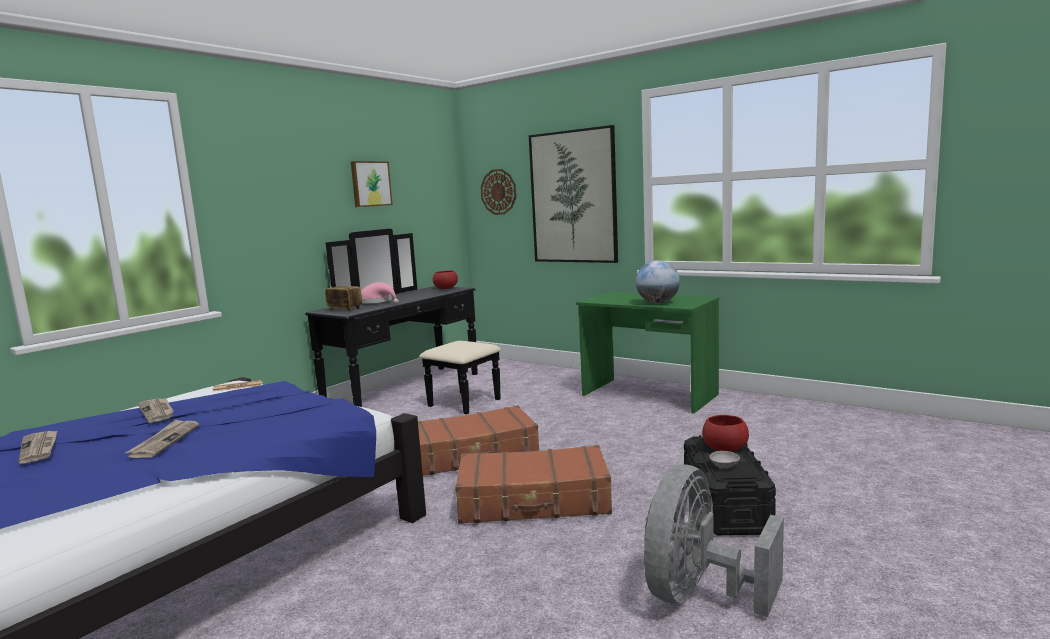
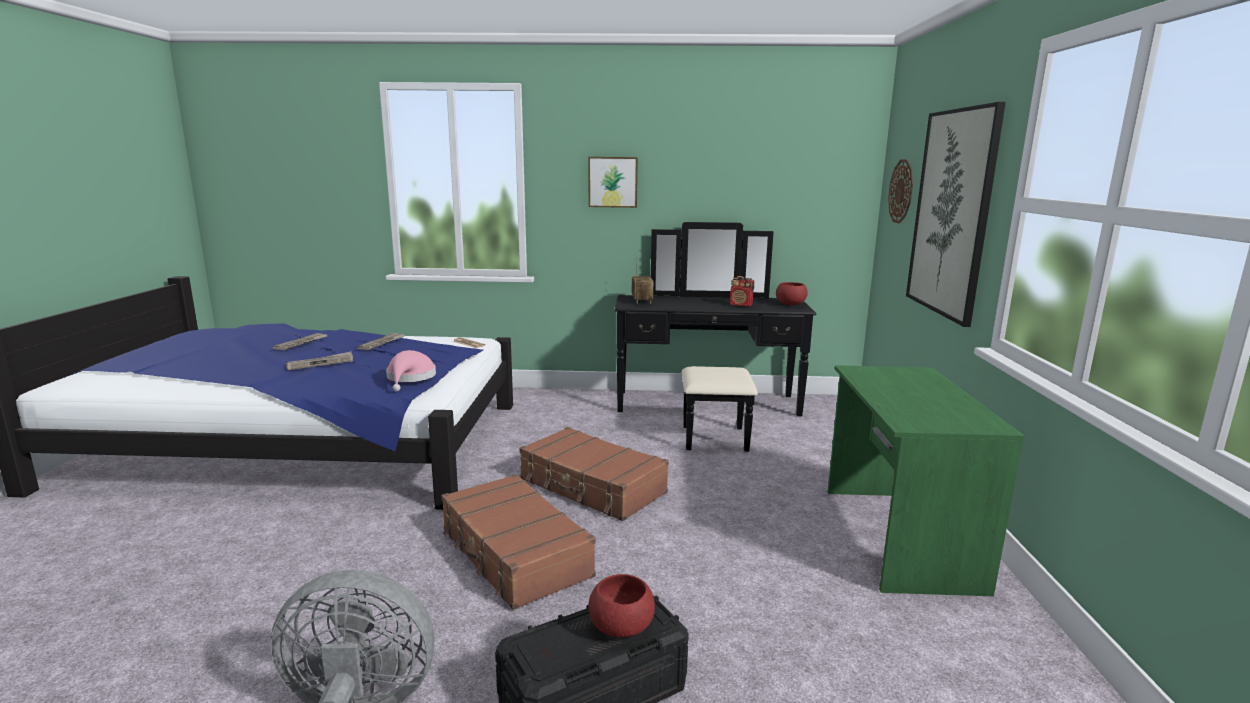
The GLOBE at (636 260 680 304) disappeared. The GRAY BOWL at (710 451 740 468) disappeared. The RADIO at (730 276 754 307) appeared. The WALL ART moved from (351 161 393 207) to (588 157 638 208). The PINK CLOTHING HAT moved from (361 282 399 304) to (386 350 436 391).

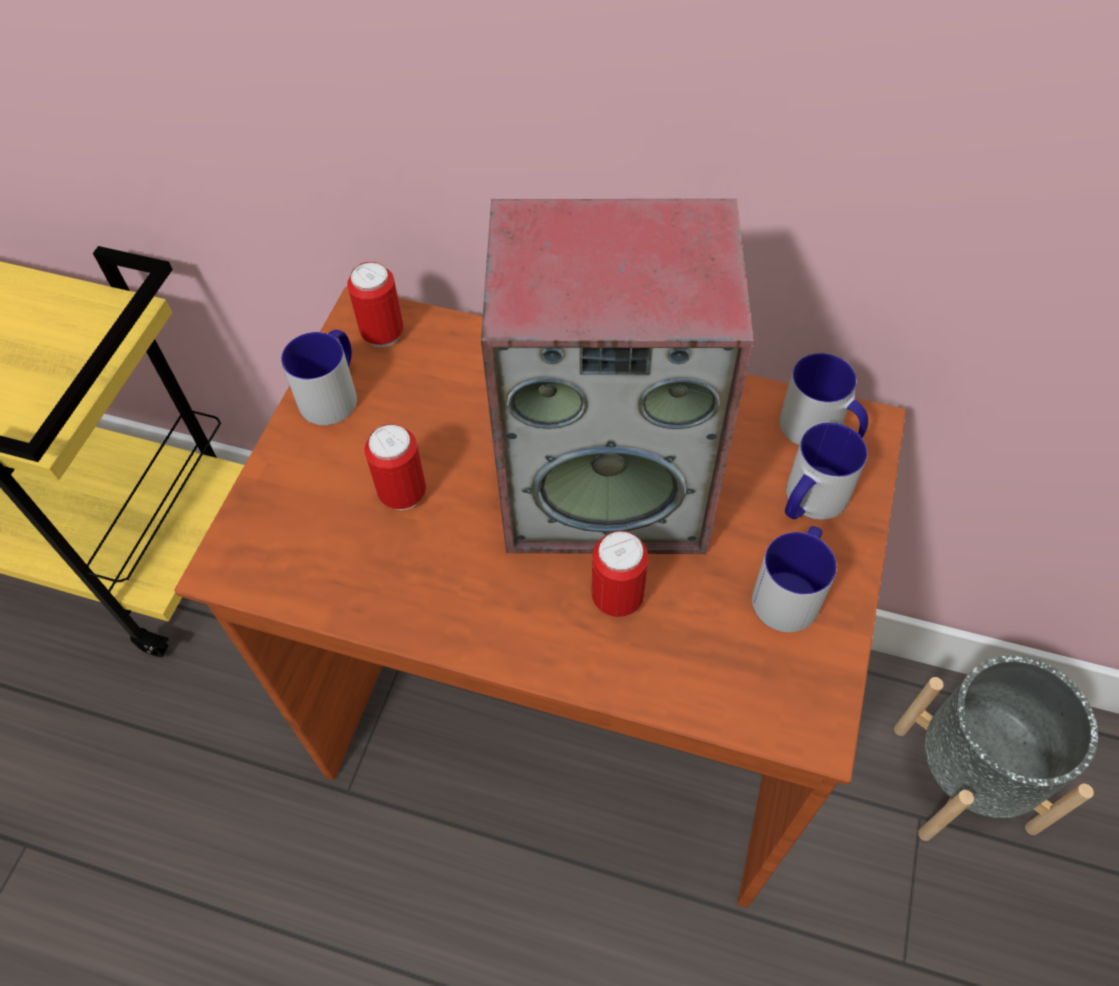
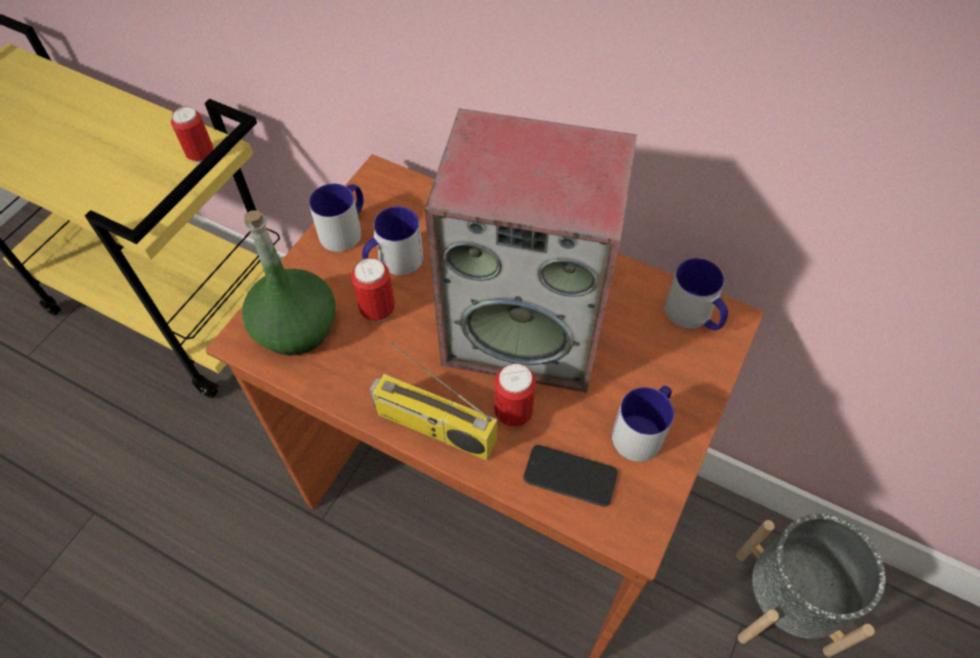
The GREENISH BEVERAGE BOTTLE at (242 210 336 356) appeared. The RADIO at (369 343 497 460) appeared. The HANDSET at (523 445 618 507) appeared. The CAN moved from (347 262 404 347) to (171 106 214 163). The TEA MUG moved from (785 422 868 520) to (362 206 423 275).

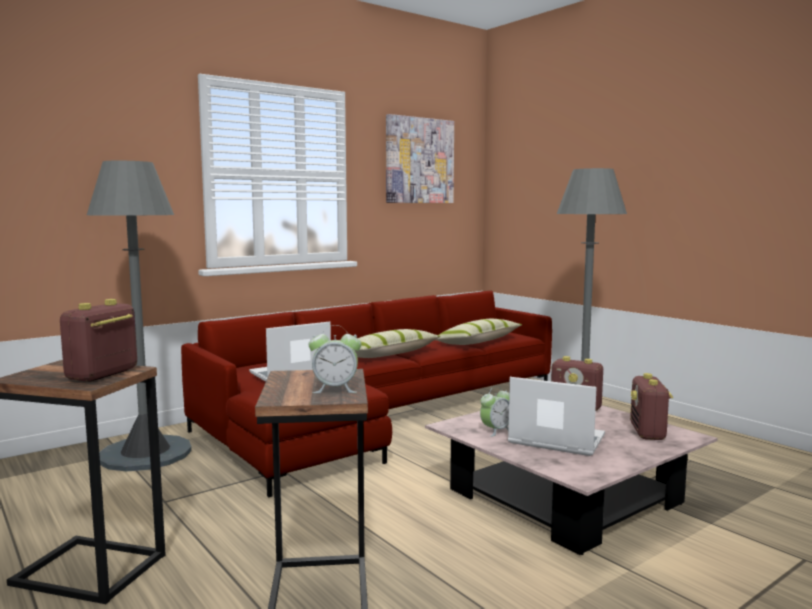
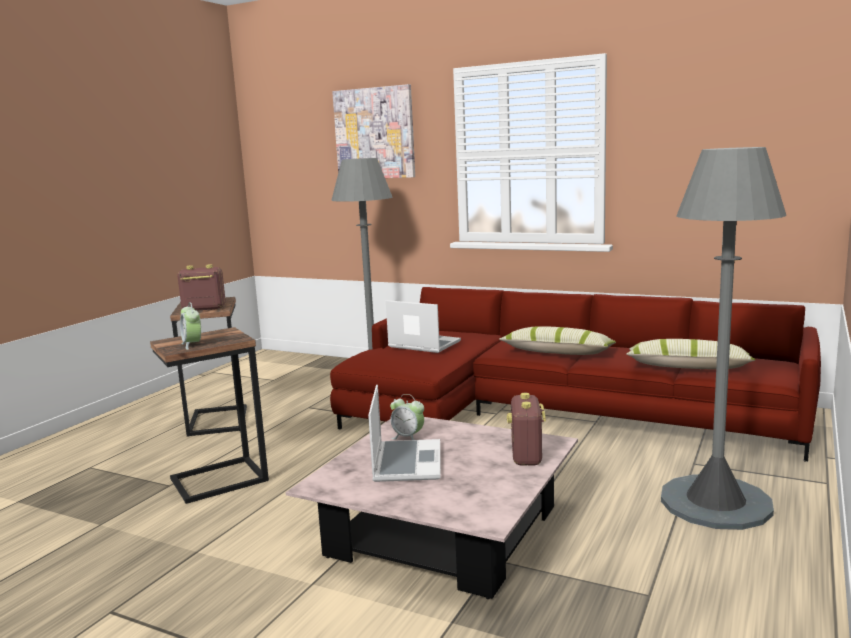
The RADIO at (630 373 673 440) disappeared. The WALL ART moved from (386 114 454 203) to (332 84 415 178).

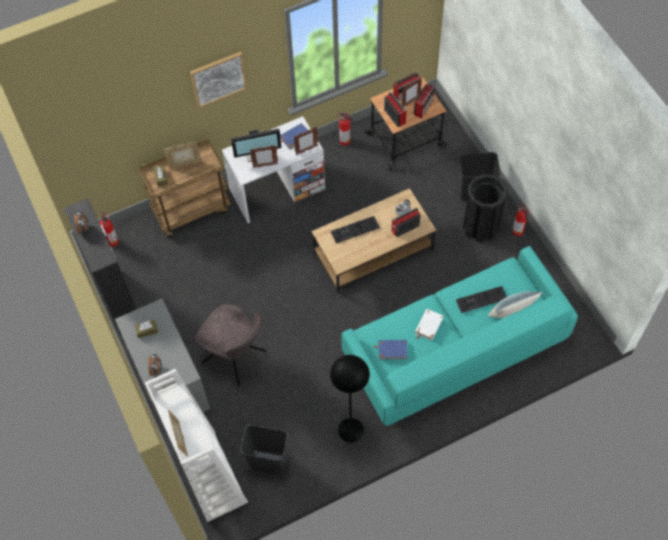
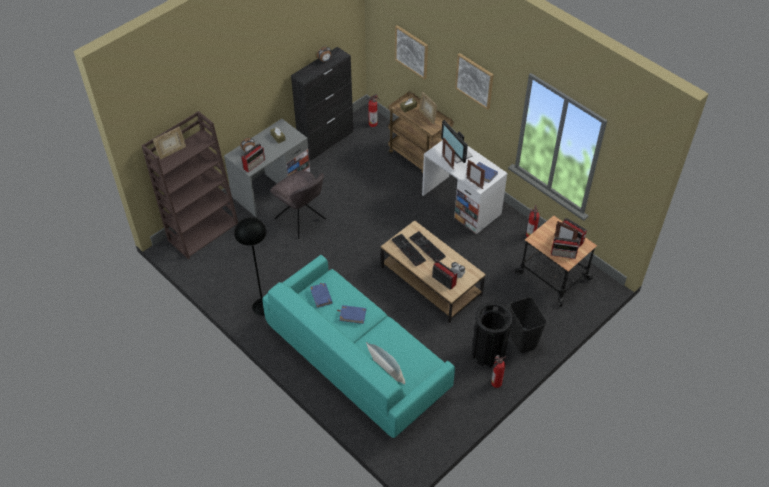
The BLACKISH RUBBISH BIN at (240 424 289 475) disappeared. The WALL ART at (395 25 428 80) appeared. The RADIO moved from (384 92 407 127) to (241 143 265 173). The KEYBOARD moved from (456 286 507 313) to (392 234 426 266). The WHITE SHELVING UNIT at (145 369 248 522) became the BROWN-COLOURED SHELVING UNIT at (141 111 238 259). The WHITE VOLUME at (415 309 443 341) became the BLUE VOLUME at (337 305 366 324). The GRAY UPRIGHT CHAIR at (193 304 266 386) turned 60 degrees counterclockwise.

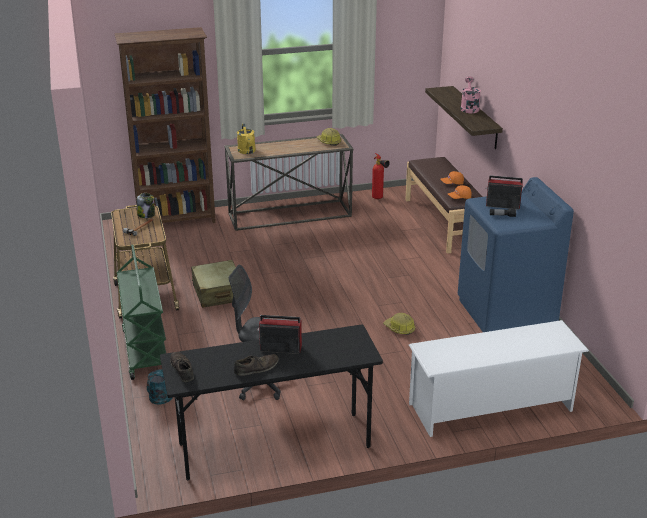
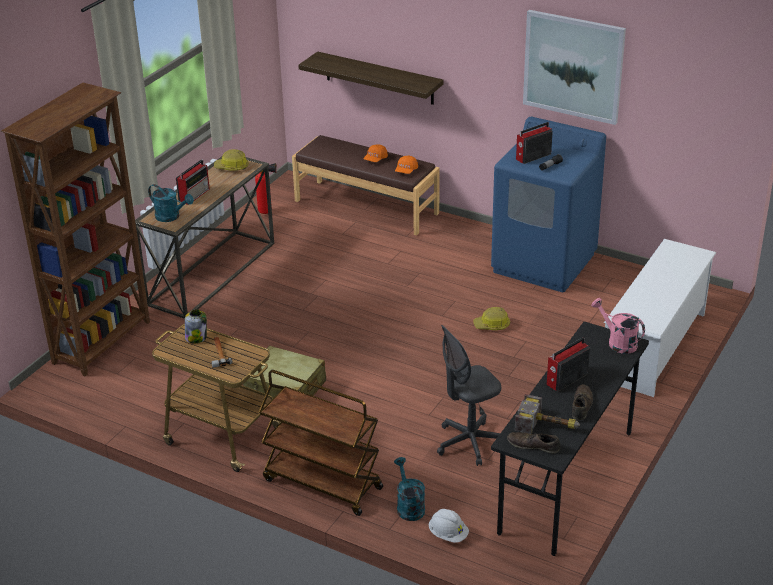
The RADIO at (176 160 210 205) appeared. The WHITE WORK HELMET at (429 509 469 543) appeared. The TOOL HAMMER at (515 394 580 434) appeared. The WALL ART at (523 10 626 125) appeared. The PINK SPRINKLING CAN moved from (461 77 481 113) to (592 298 645 354). The GREENISH TROLLEY at (117 245 166 380) became the BROWN-COLOURED TROLLEY at (259 370 383 516). The YELLOW SPRINKLING CAN at (237 124 256 154) became the BLUE-GREEN SPRINKLING CAN at (148 184 194 222).

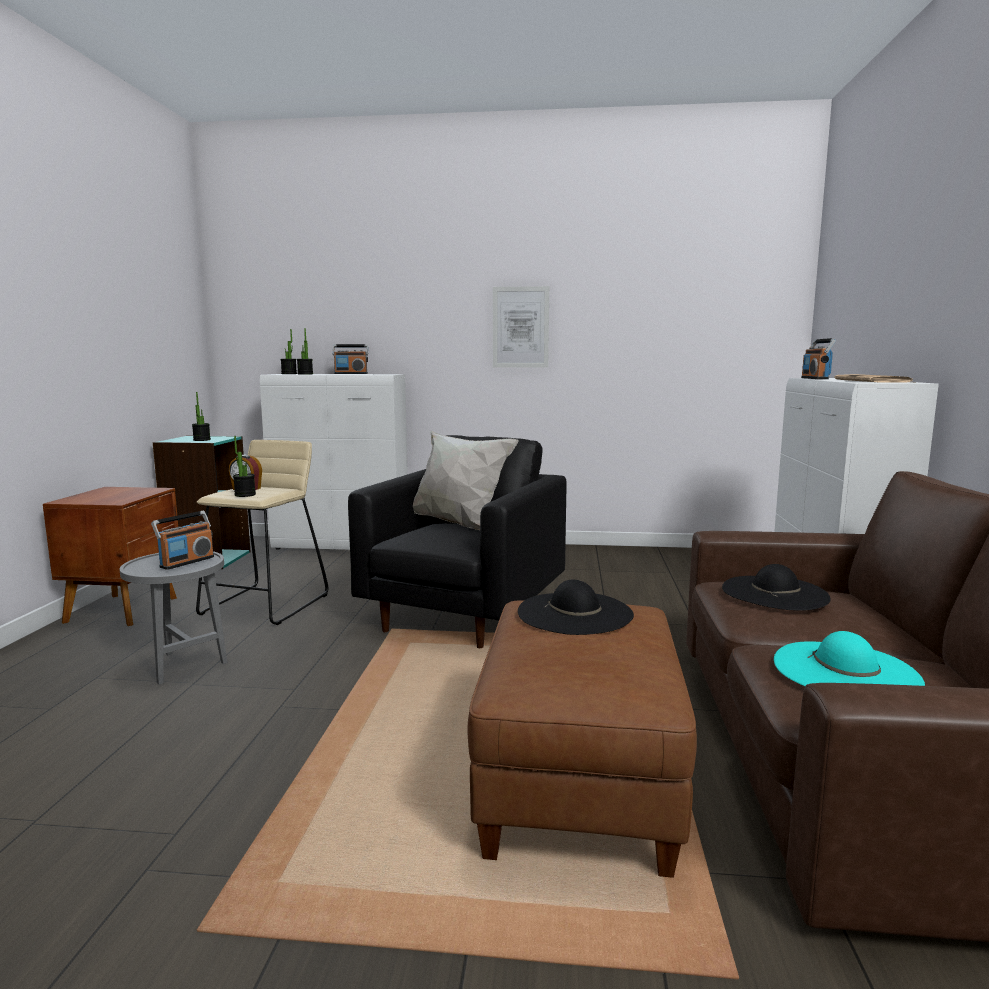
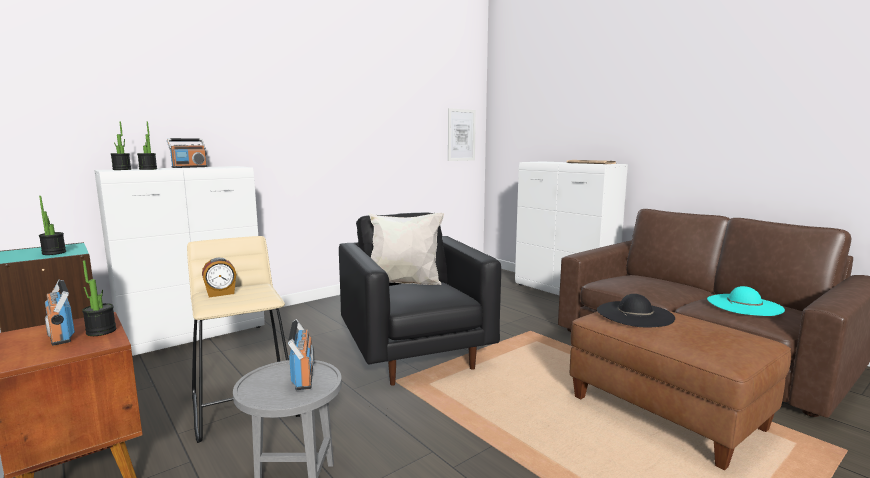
The BLACKISH CLOTHING HAT at (722 564 831 611) disappeared. The PLANT IN A POT moved from (233 436 256 497) to (82 260 116 336). The WALL ART moved from (493 286 549 367) to (448 108 476 161). The RADIO moved from (801 338 836 379) to (45 280 75 346).

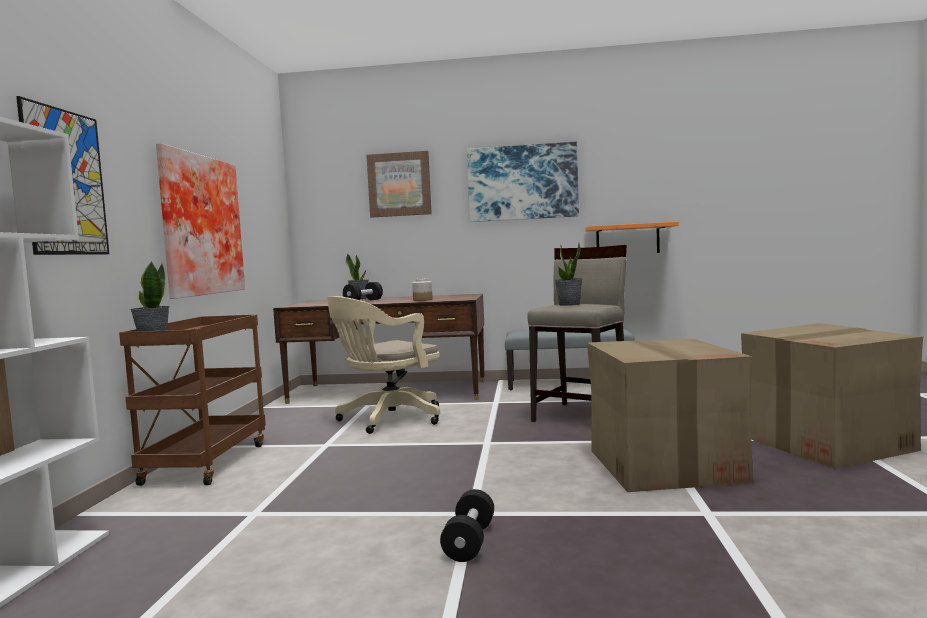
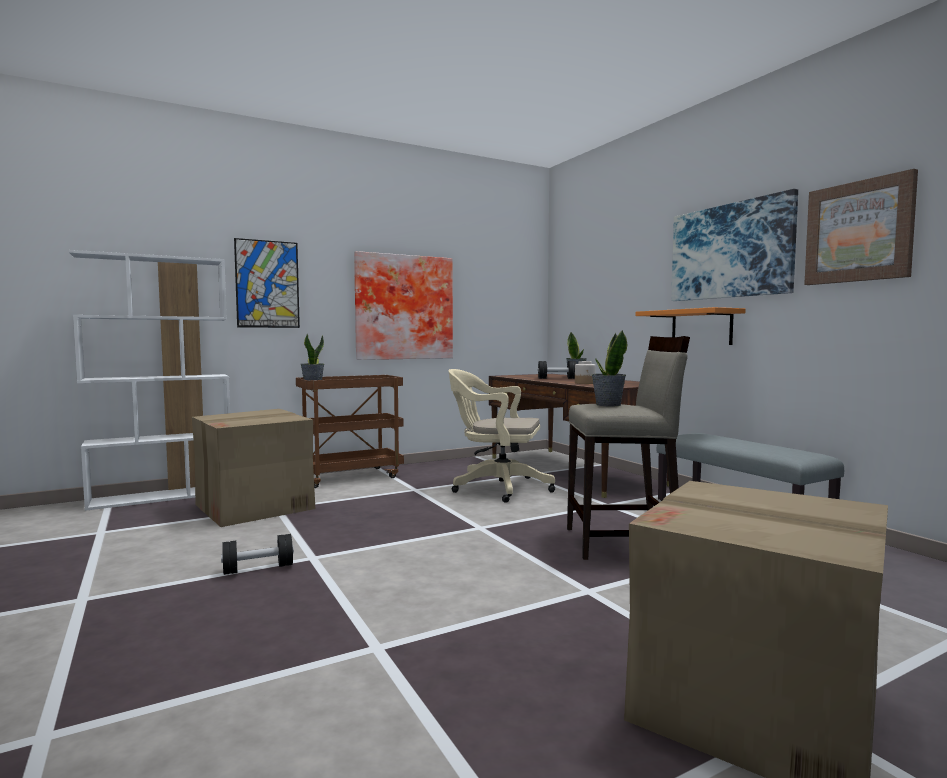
The WALL ART moved from (366 151 432 218) to (804 169 918 285). The ORANGE SHELF moved from (585 222 679 253) to (636 307 746 345). The CARDBOARD BOX moved from (587 339 753 492) to (192 409 315 527).

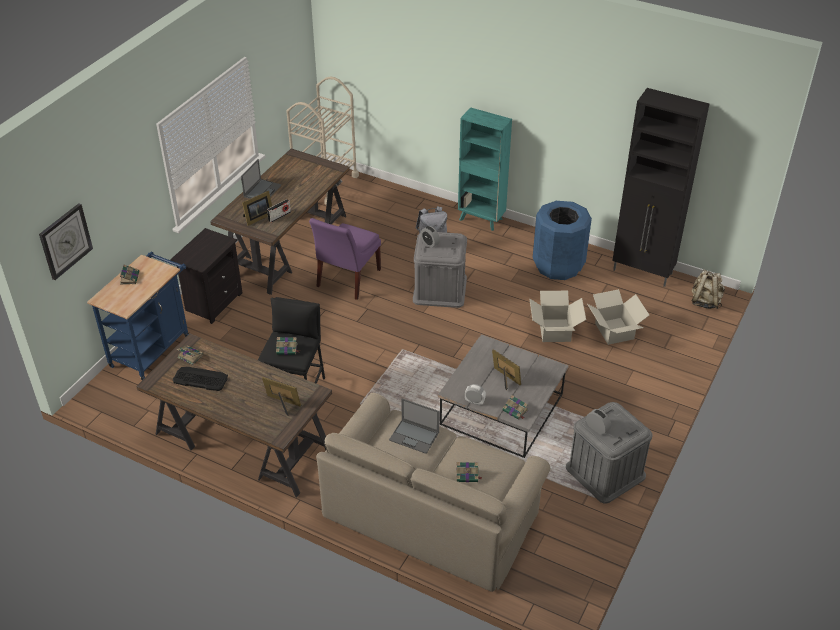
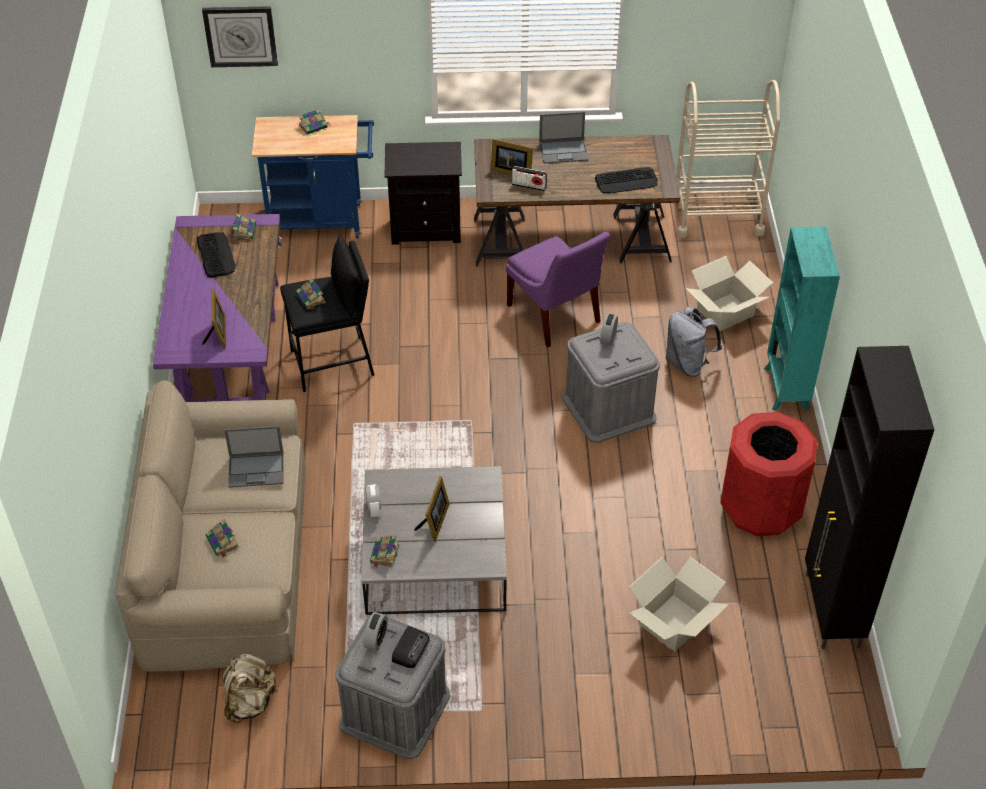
The RADIO at (392 626 429 668) appeared. The KEYBOARD at (595 167 658 193) appeared. The CARDBOARD BOX moved from (529 291 586 342) to (686 256 773 331). The SAND-COLOURED RUCKSACK moved from (691 269 725 309) to (223 654 278 723). The BROWN-COLOURED DESK at (136 333 332 497) became the PURPLISH DESK at (153 214 282 402). The BLUE RUBBISH BIN at (533 201 592 280) became the RED RUBBISH BIN at (720 412 818 536). The PURPLISH UPRIGHT CHAIR at (309 218 381 300) turned 120 degrees counterclockwise. The NOTEBOOK COMPUTER at (389 398 440 454) turned 90 degrees counterclockwise.

